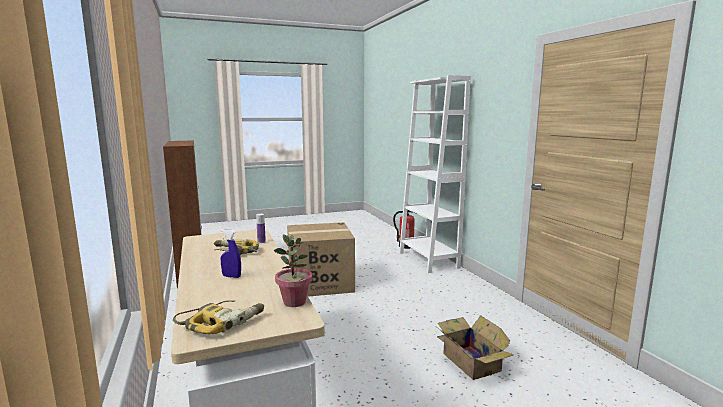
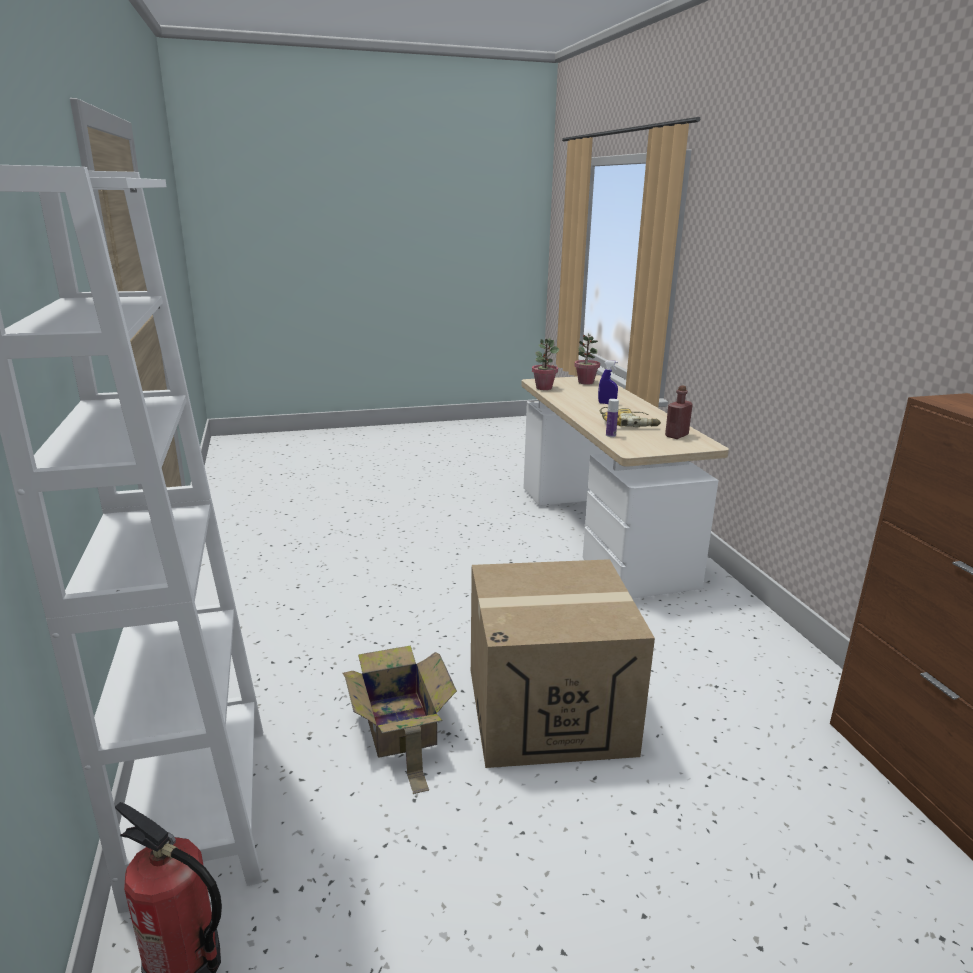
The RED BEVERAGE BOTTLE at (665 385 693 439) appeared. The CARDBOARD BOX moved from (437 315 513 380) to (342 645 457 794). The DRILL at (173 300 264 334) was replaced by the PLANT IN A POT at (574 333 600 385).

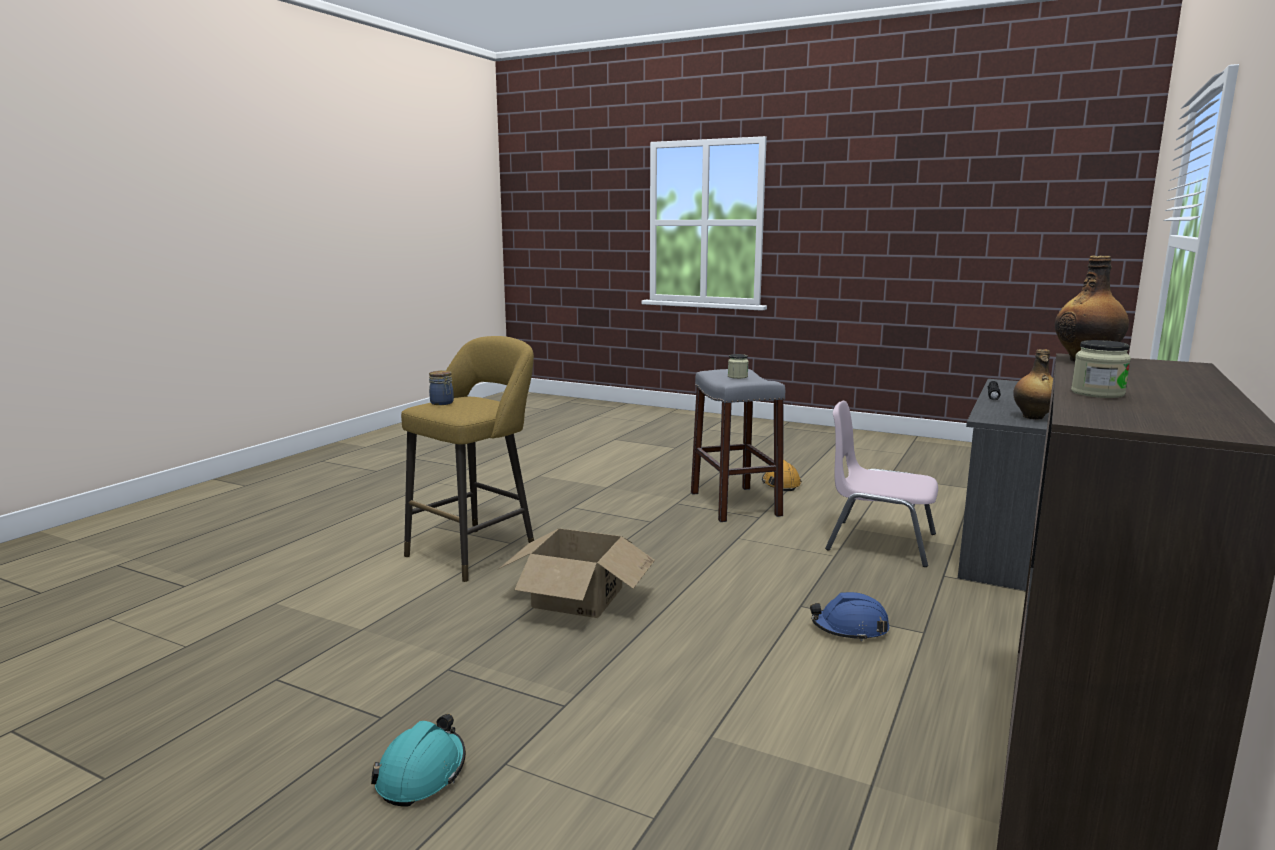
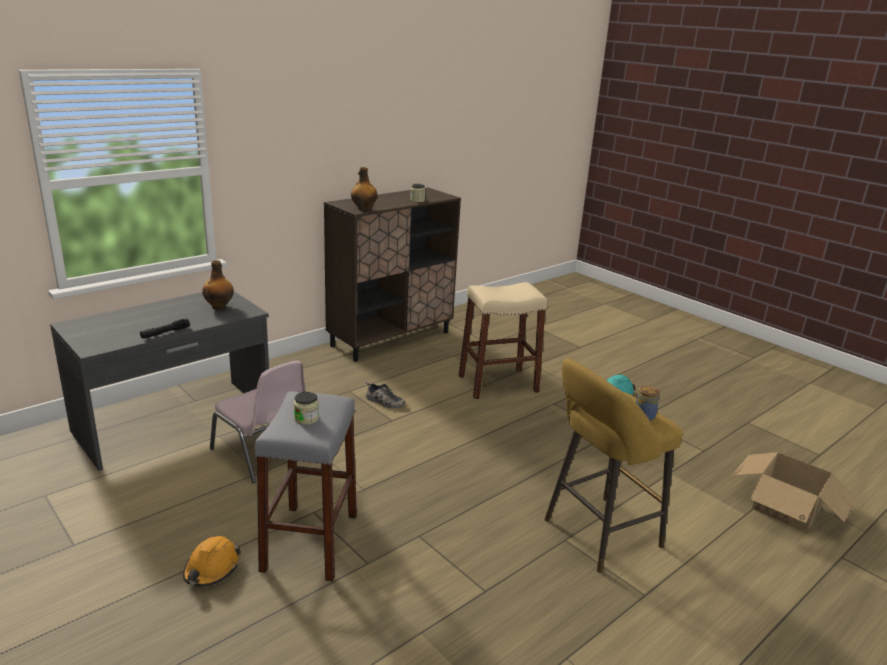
The SAND-COLOURED STOOL at (459 282 548 400) appeared. The CARDBOARD BOX moved from (499 528 655 618) to (732 452 857 532). The BLUE WORK HELMET at (810 592 889 641) was replaced by the ITEM OF FOOTWEAR at (366 382 405 409).

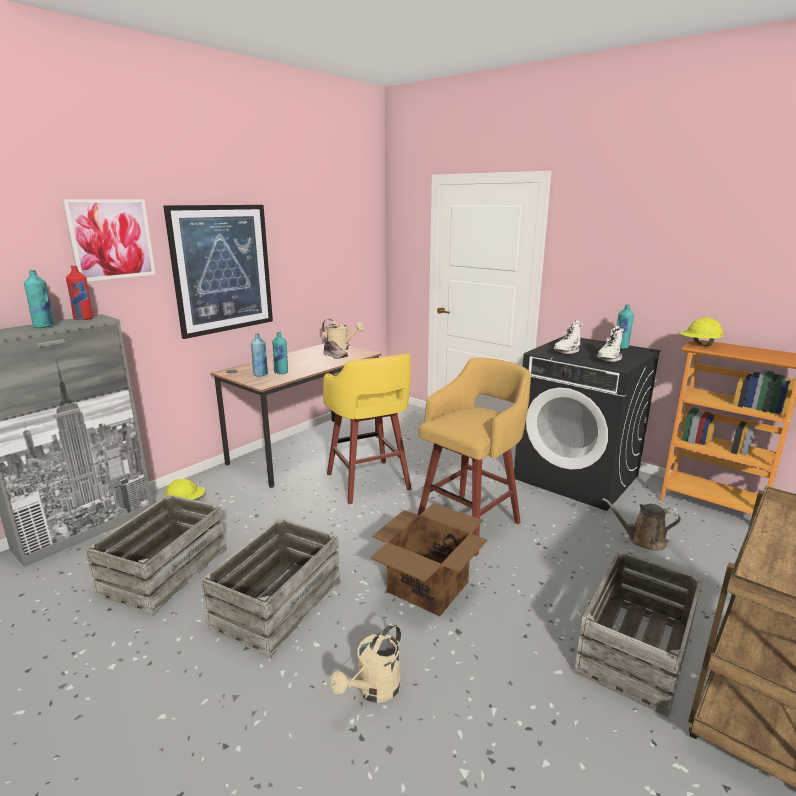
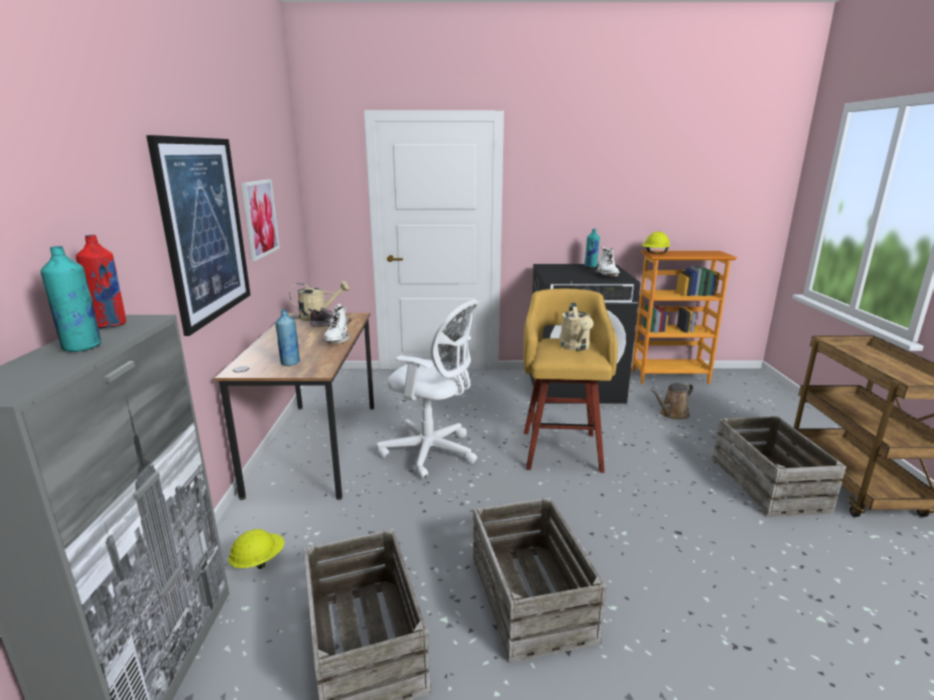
The BLUE-GREEN BEVERAGE BOTTLE at (272 332 288 374) disappeared. The CARDBOARD BOX at (370 503 487 616) disappeared. The WALL ART moved from (62 199 156 282) to (241 179 280 261). The SAND-COLOURED SPRINKLING CAN moved from (330 623 401 703) to (560 303 594 351). The WHITE HIGH-TOP BOOT moved from (553 320 583 354) to (322 304 350 344). The YELLOW STOOL at (323 354 412 504) was replaced by the WHITE OFFICE CHAIR at (377 300 479 479).

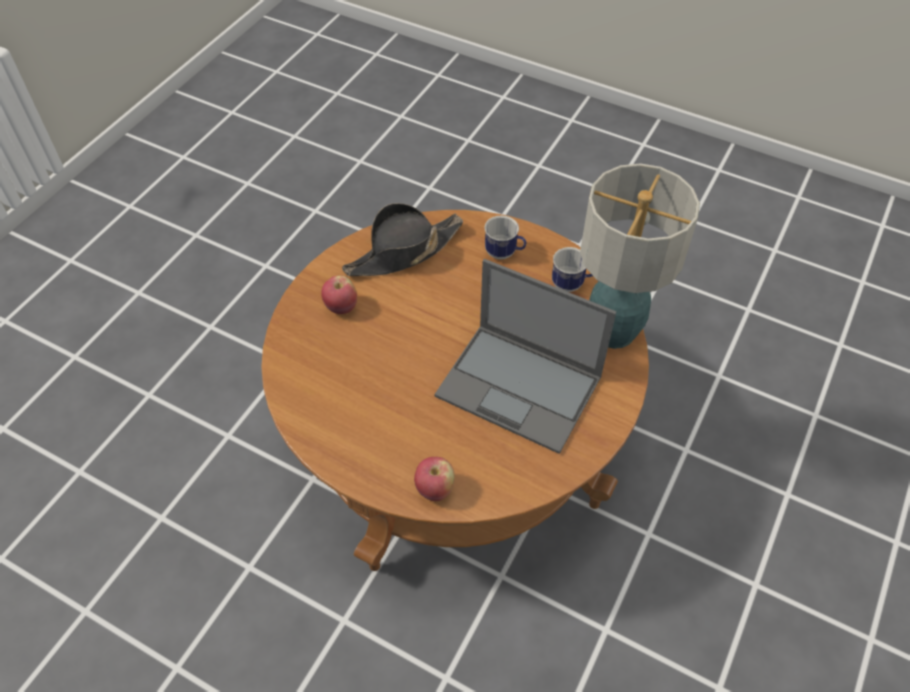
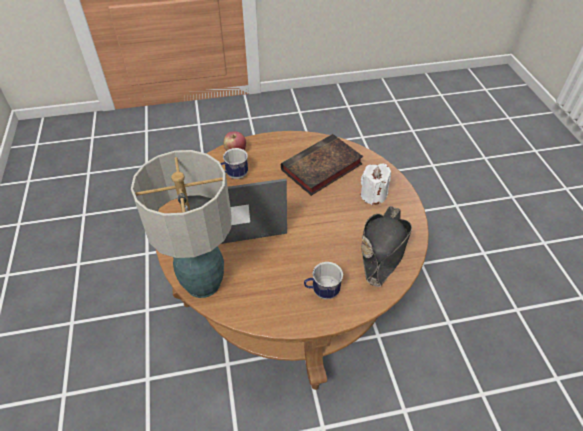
The VOLUME at (281 134 363 196) appeared. The TEA MUG moved from (552 247 593 292) to (221 148 248 179). The APPLE FRUIT at (321 276 357 314) was replaced by the WHITE CANDLE at (361 164 391 205).

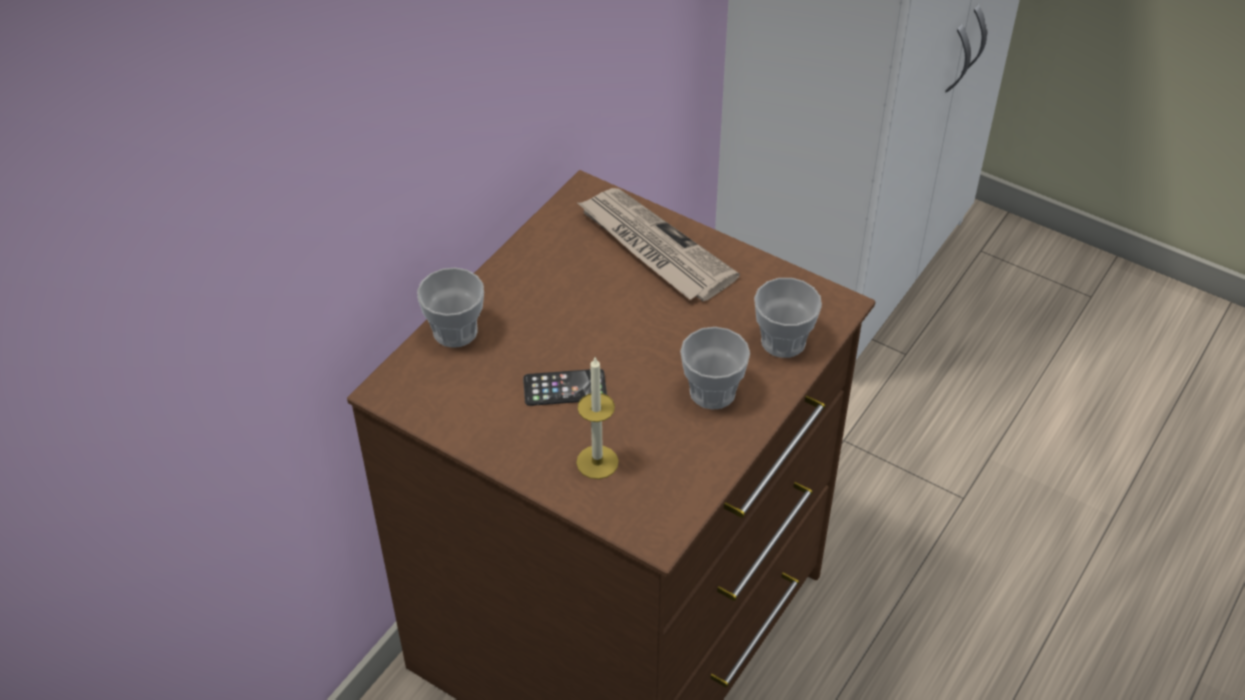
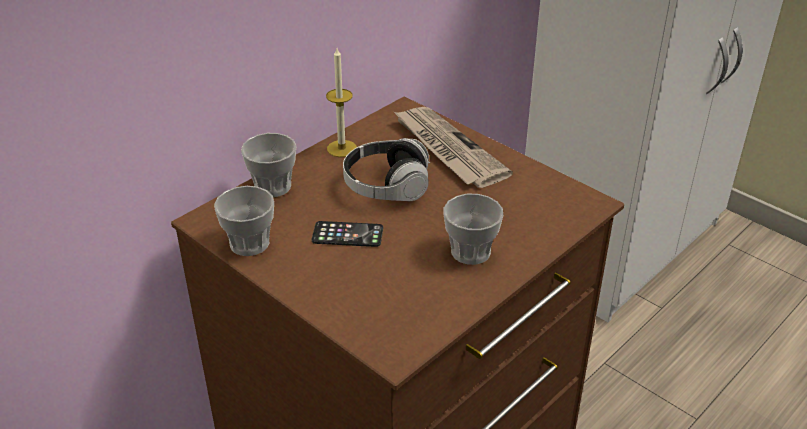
The HEADSET at (343 138 430 201) appeared. The CANDLE moved from (576 357 619 479) to (326 48 357 157). The SMALL CUP moved from (754 278 822 358) to (214 186 274 256).

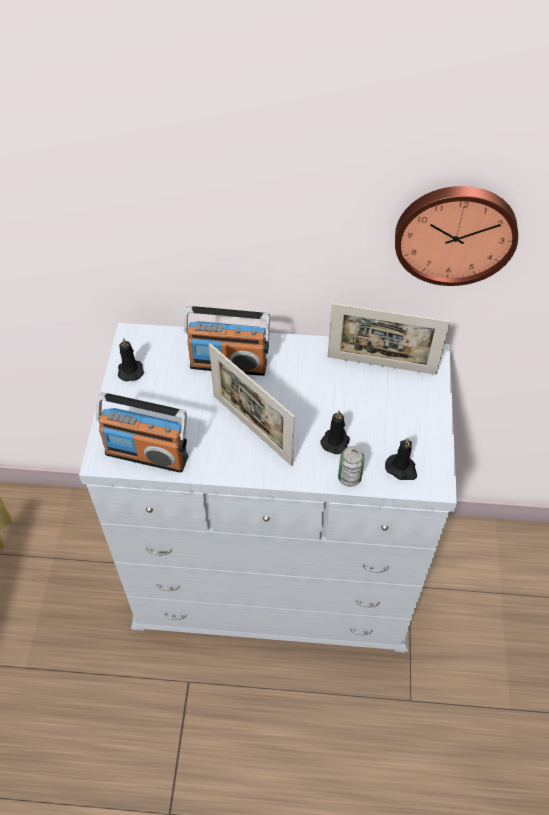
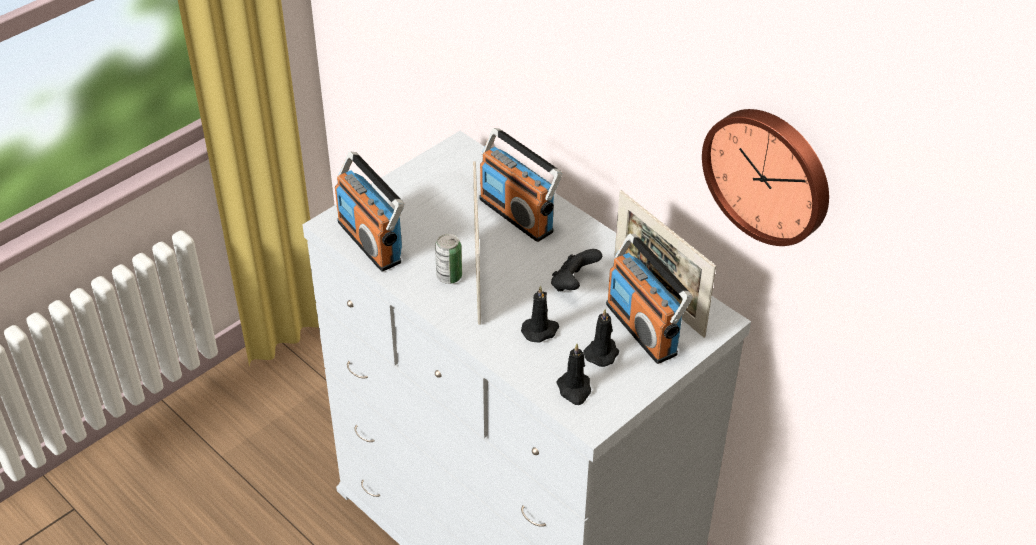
The BLACKISH GAMEPAD at (551 249 602 291) appeared. The RADIO at (606 234 693 364) appeared. The BLACKISH CANDLE moved from (118 338 144 381) to (583 309 619 367). The CAN moved from (338 446 365 487) to (435 234 462 284).

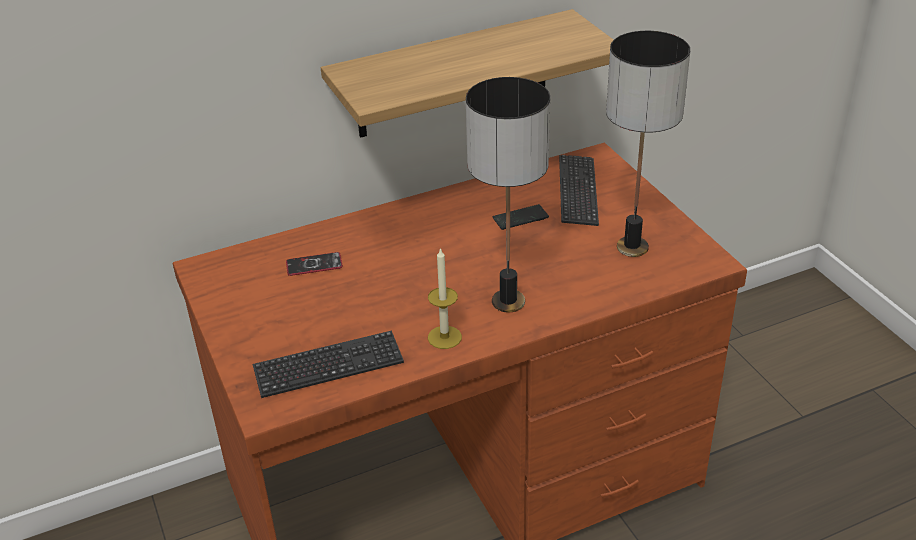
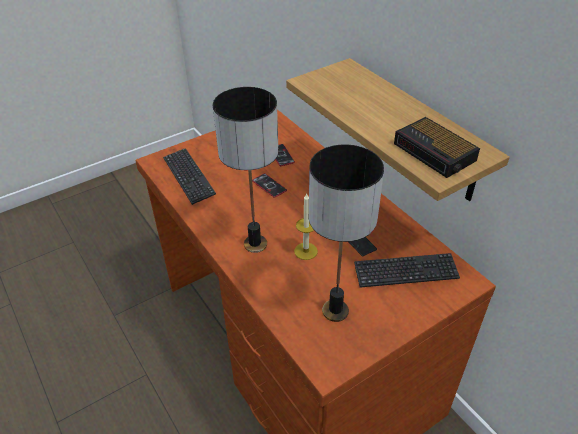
The HANDSET at (252 173 287 198) appeared. The BEDSIDE CLOCK at (394 117 480 178) appeared. The CANDLE moved from (428 248 462 349) to (294 194 318 260).

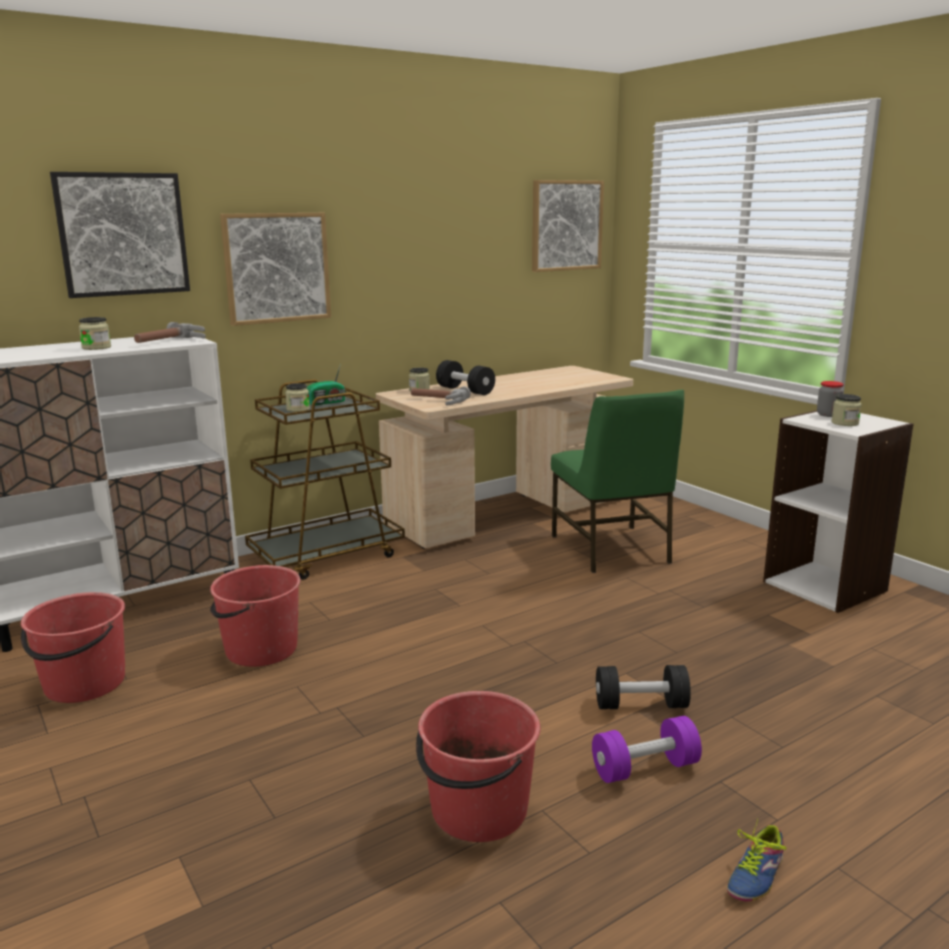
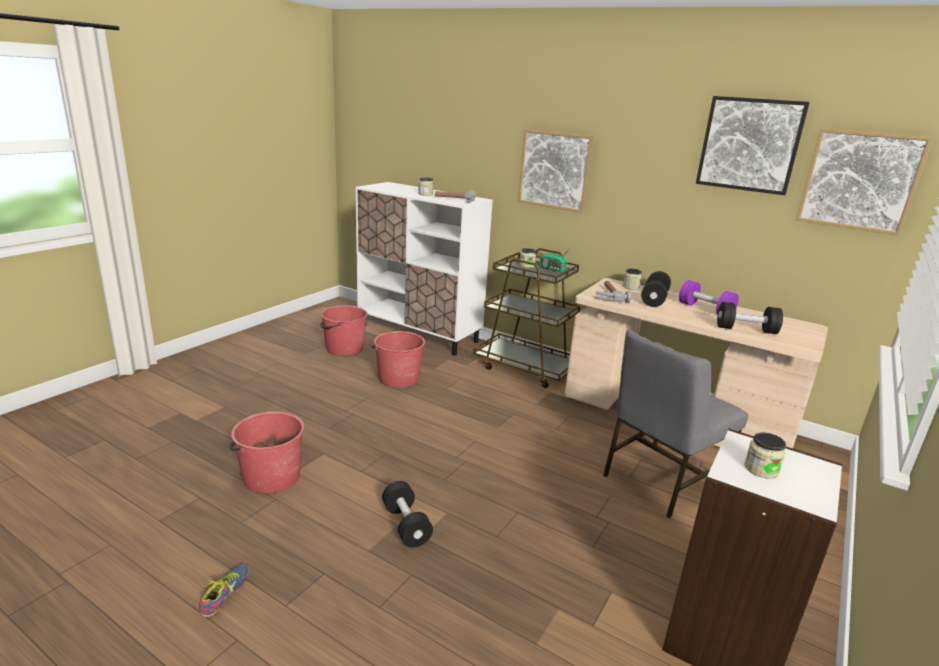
The PRESERVE JAR at (817 381 844 417) disappeared. The BLACKISH FREE WEIGHT at (717 302 783 334) appeared. The WALL ART moved from (50 172 190 298) to (696 96 810 195). The PURPLISH FREE WEIGHT moved from (592 716 702 783) to (679 280 739 314). The GREENISH UPRIGHT CHAIR at (551 390 684 573) became the GRAY UPRIGHT CHAIR at (603 330 748 518). The ITEM OF FOOTWEAR at (727 818 787 901) turned 90 degrees clockwise.

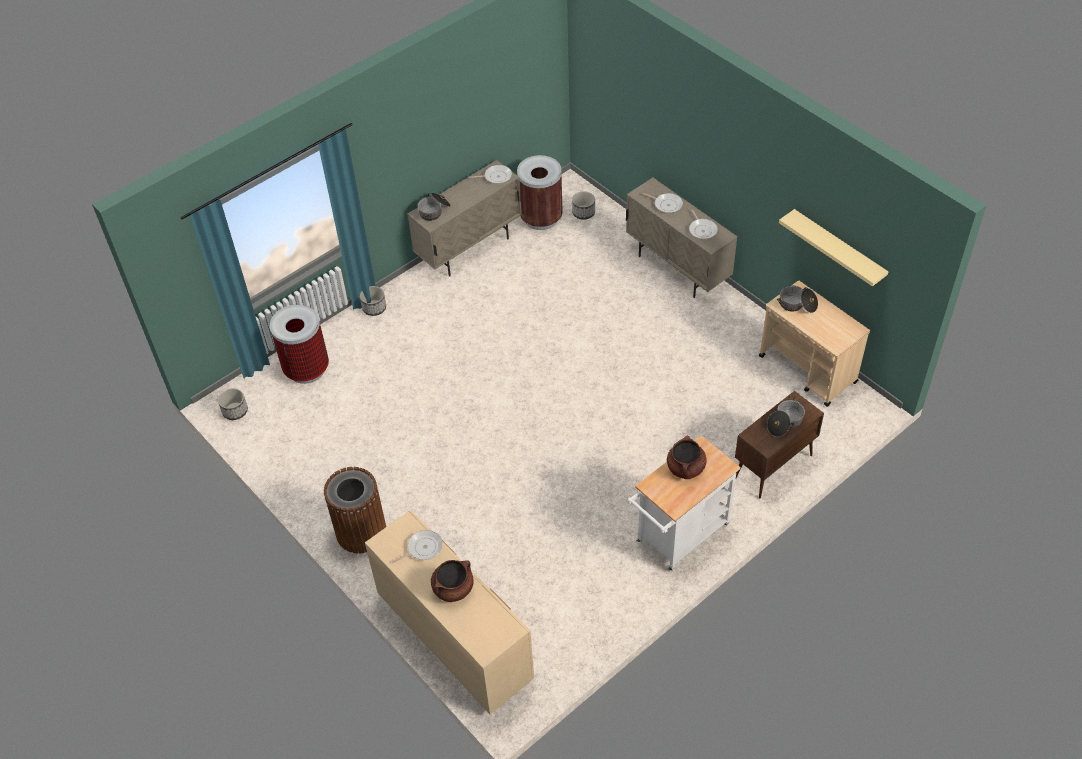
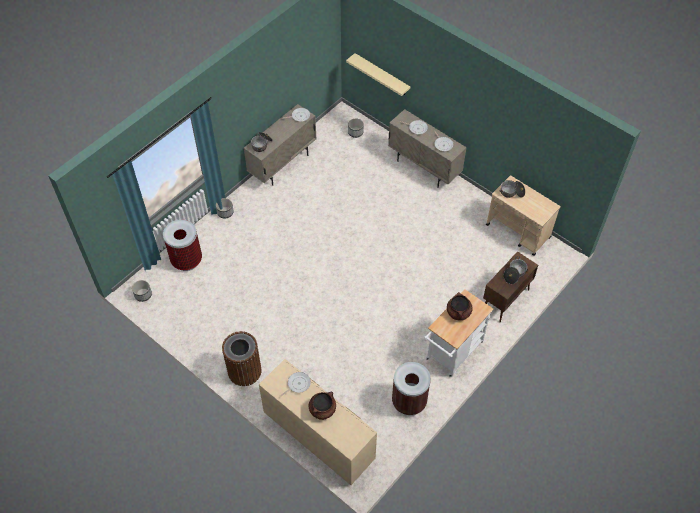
The BROWN-COLOURED RUBBISH BIN moved from (517 155 563 230) to (392 362 431 415). The SAND-COLOURED SHELF moved from (779 209 888 286) to (346 53 410 96).

